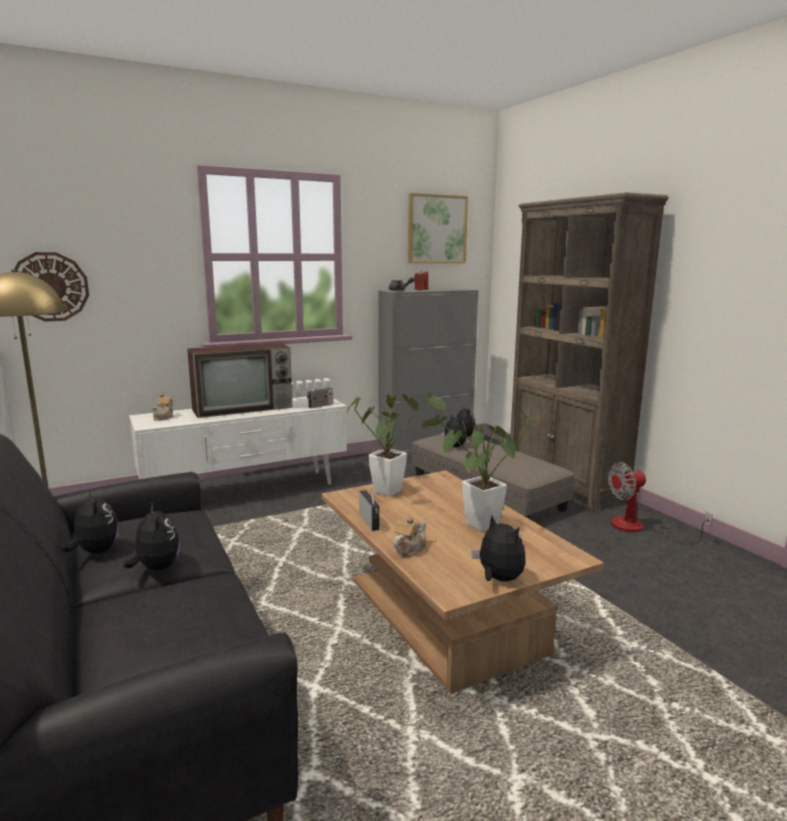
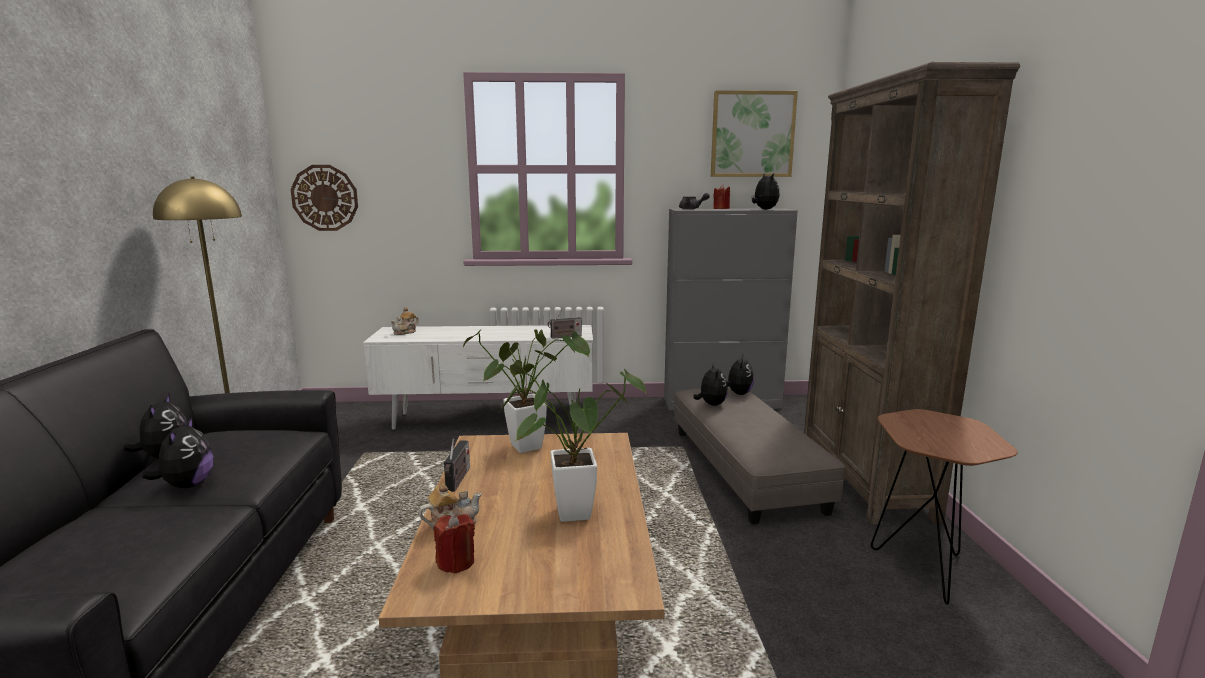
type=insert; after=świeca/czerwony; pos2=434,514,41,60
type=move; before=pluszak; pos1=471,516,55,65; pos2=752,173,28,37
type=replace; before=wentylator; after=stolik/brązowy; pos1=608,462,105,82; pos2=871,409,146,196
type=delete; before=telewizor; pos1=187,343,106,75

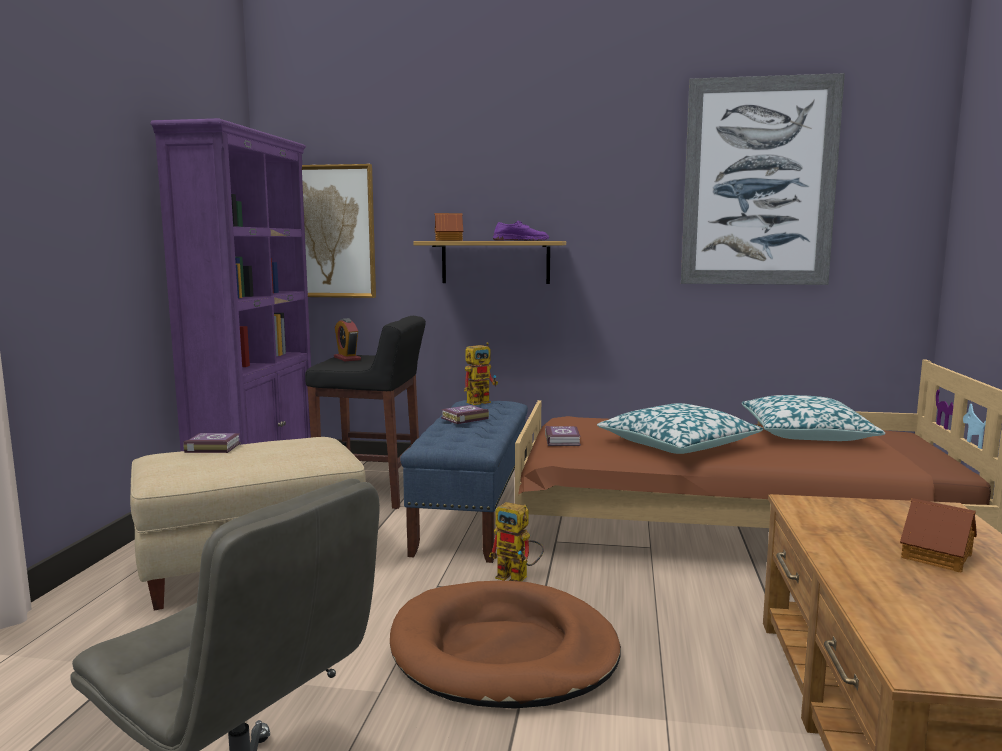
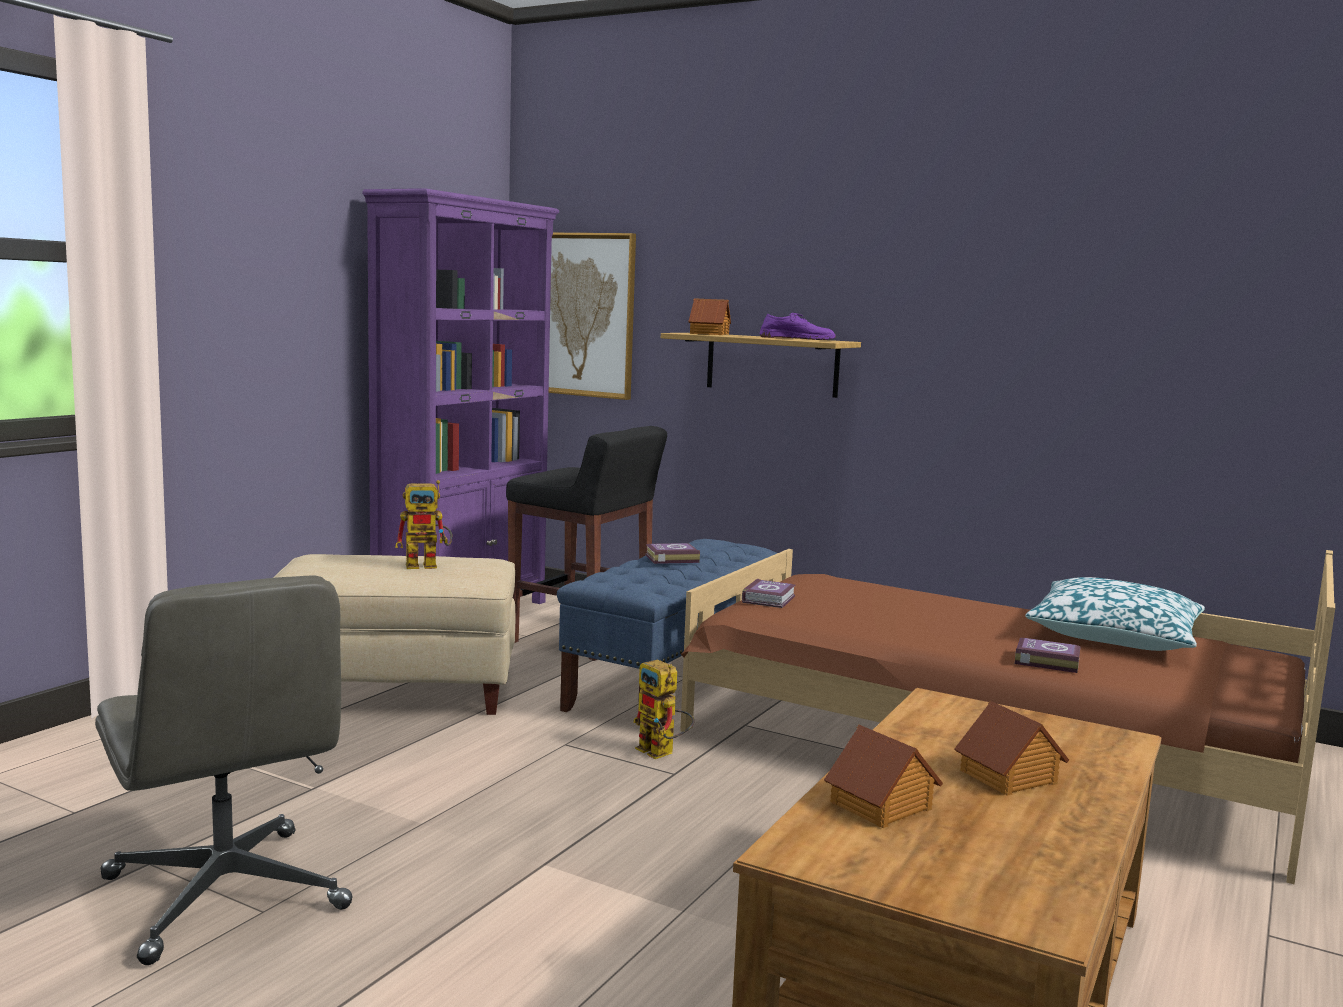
type=move; before=robot zabawkowy; pos1=464,342,34,63; pos2=395,480,57,89
type=insert; after=domek; pos2=824,725,119,103
type=move; before=książka; pos1=183,433,58,20; pos2=1015,638,66,35
type=delete; before=budzik; pos1=334,318,27,43
type=delete; before=legowisko/brązowy; pos1=390,580,231,129
type=delete; before=poduszka; pos1=597,403,166,51
type=delete; before=obraz; pos1=681,73,164,212

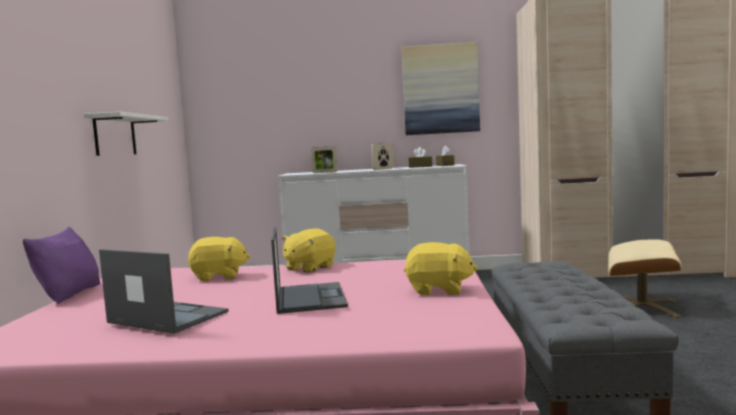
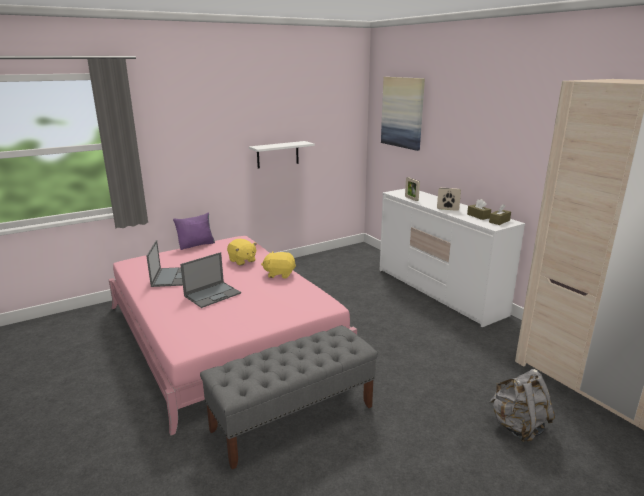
type=move; before=obraz; pos1=401,42,79,93; pos2=381,77,44,74
type=replace; before=pufa/beżowy; after=plecak/szary; pos1=608,240,74,78; pos2=489,369,66,73
type=delete; before=pluszak/żółty; pos1=404,242,74,53

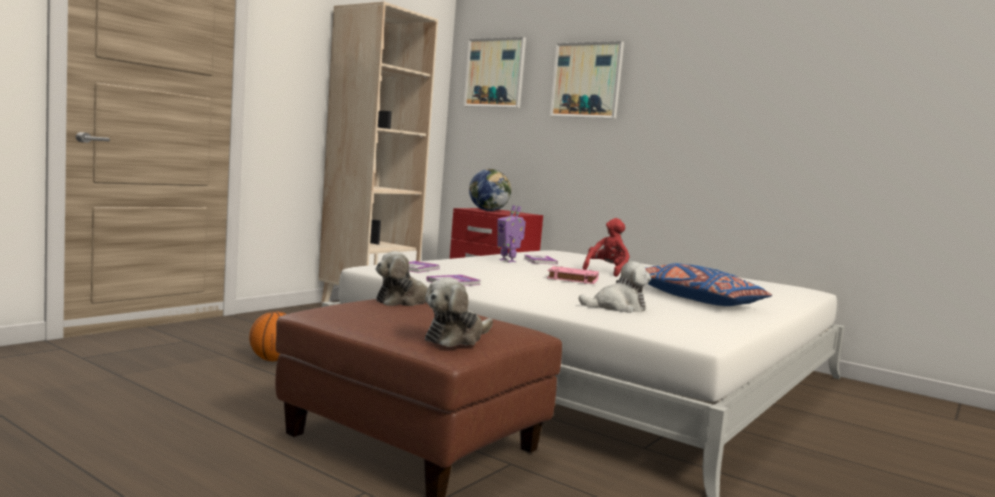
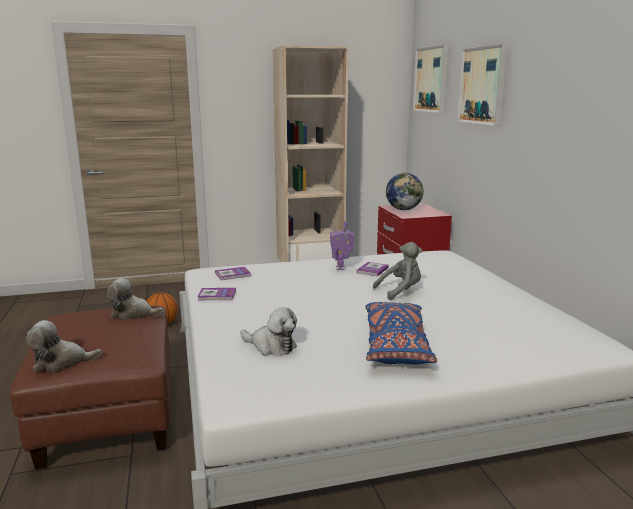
type=recolor; before=pluszak/czerwony; after=pluszak/szary; pos1=582,218,48,59; pos2=373,242,49,58
type=delete; before=książka/różowy; pos1=547,266,52,18

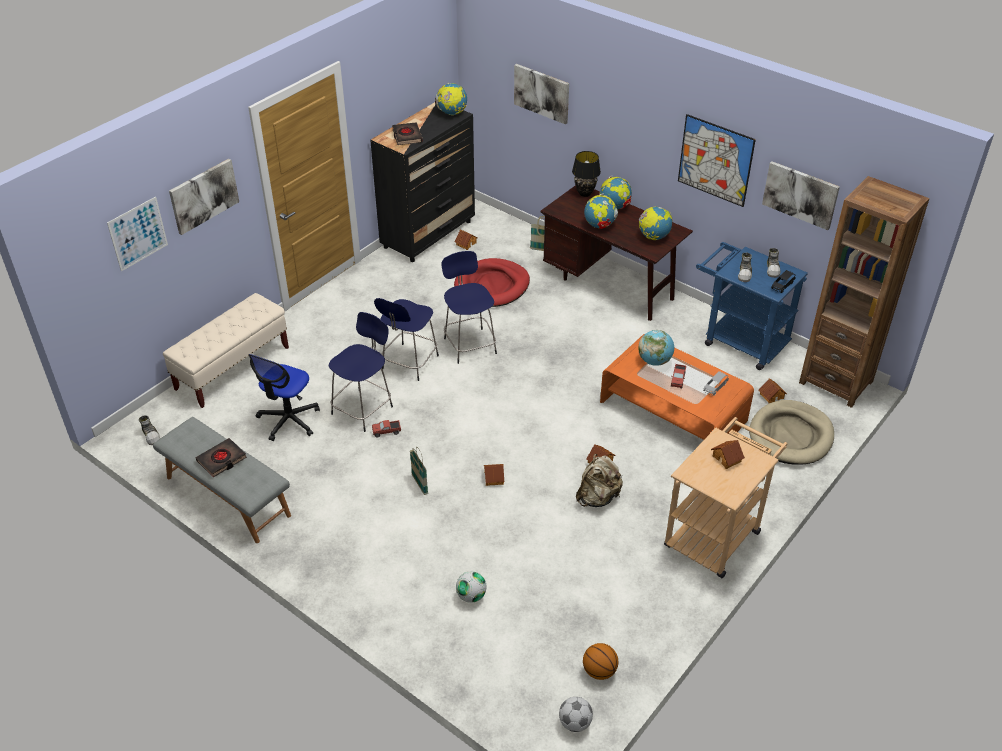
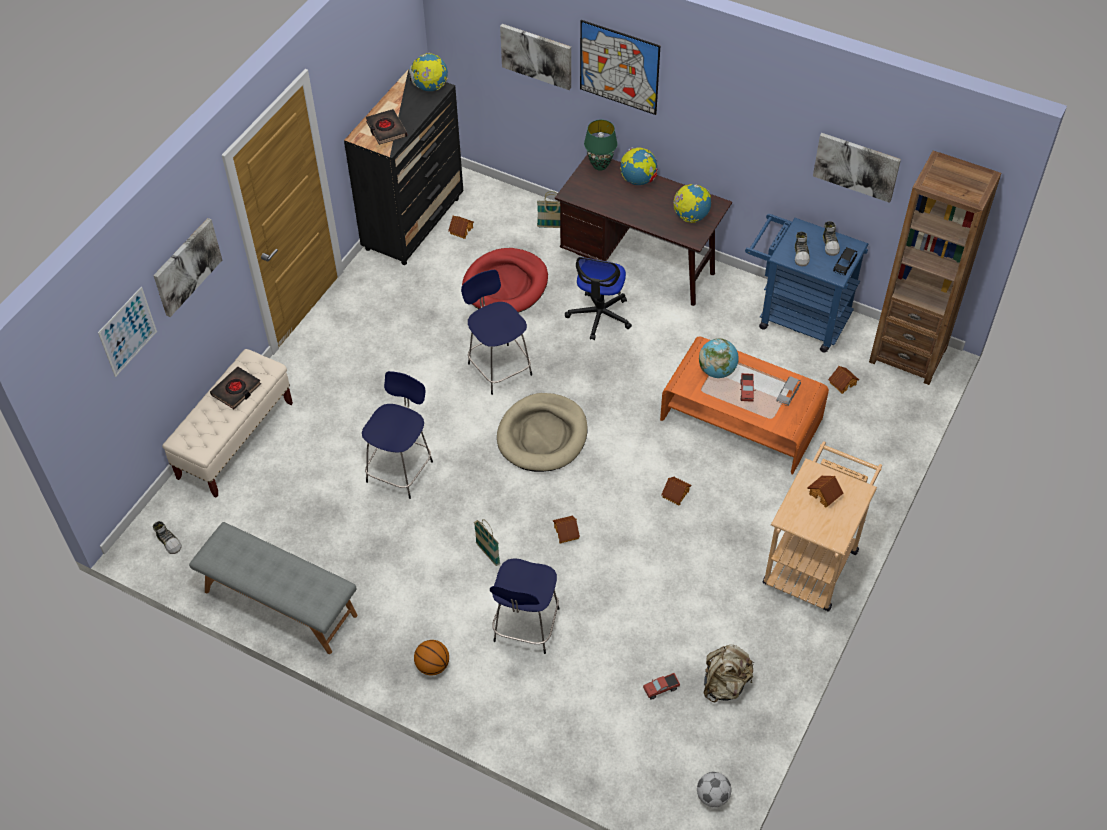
type=move; before=książka/czarny; pos1=195,438,52,39; pos2=210,367,51,42
type=move; before=piłka do koszykówki; pos1=583,643,35,37; pos2=414,640,35,36
type=move; before=stołek/niebieski; pos1=374,298,65,83; pos2=490,558,70,96
type=move; before=legowisko/beżowy; pos1=749,400,85,65; pos2=497,393,91,79
type=move; before=krzesło biurowe; pos1=248,354,72,87; pos2=565,257,67,83
type=move; before=obraz; pos1=678,114,78,93; pos2=580,20,81,95
type=recolor; before=lampa stołowa/czarny; after=lampa stołowa/zielony; pos1=572,151,29,46; pos2=584,120,33,51
type=move; before=ciężarówka zabawkowa; pos1=372,420,29,18; pos2=643,673,37,27
type=move; before=plecak/beżowy; pos1=576,454,47,53; pos2=704,644,50,58
type=delete; before=piłka futbolowa; pos1=456,571,30,32
type=delete; before=globus; pos1=584,193,34,36

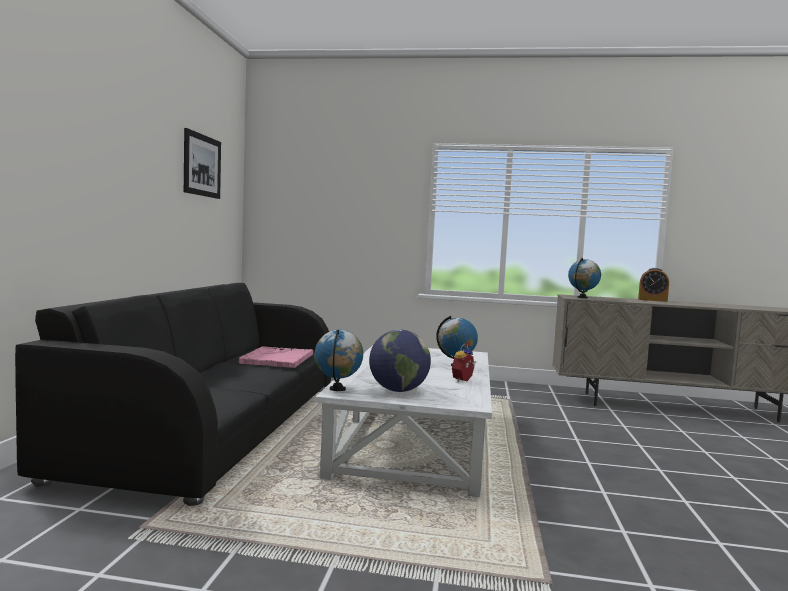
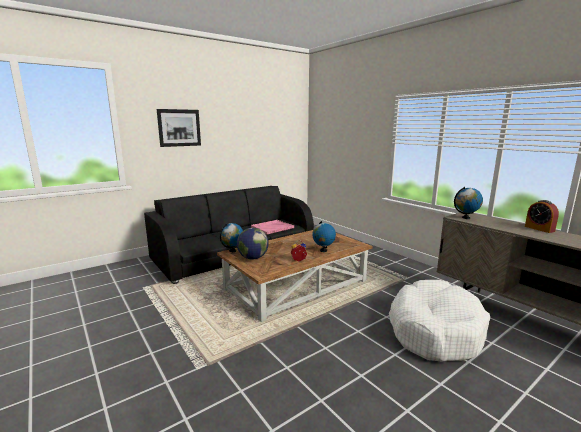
type=move; before=obraz; pos1=184,128,37,71; pos2=157,109,44,38
type=recolor; before=ława/biały; after=ława/brązowy; pos1=315,344,177,153; pos2=217,230,156,92
type=insert; after=legowisko/biały; pos2=389,280,101,82

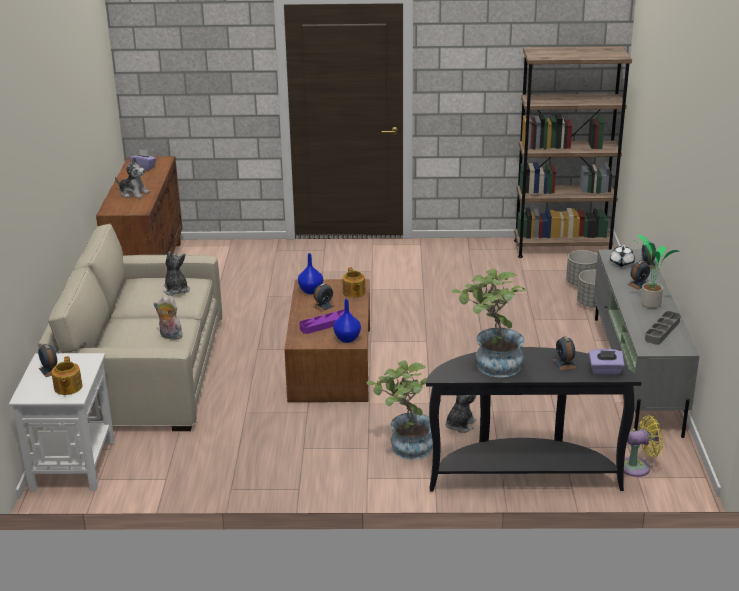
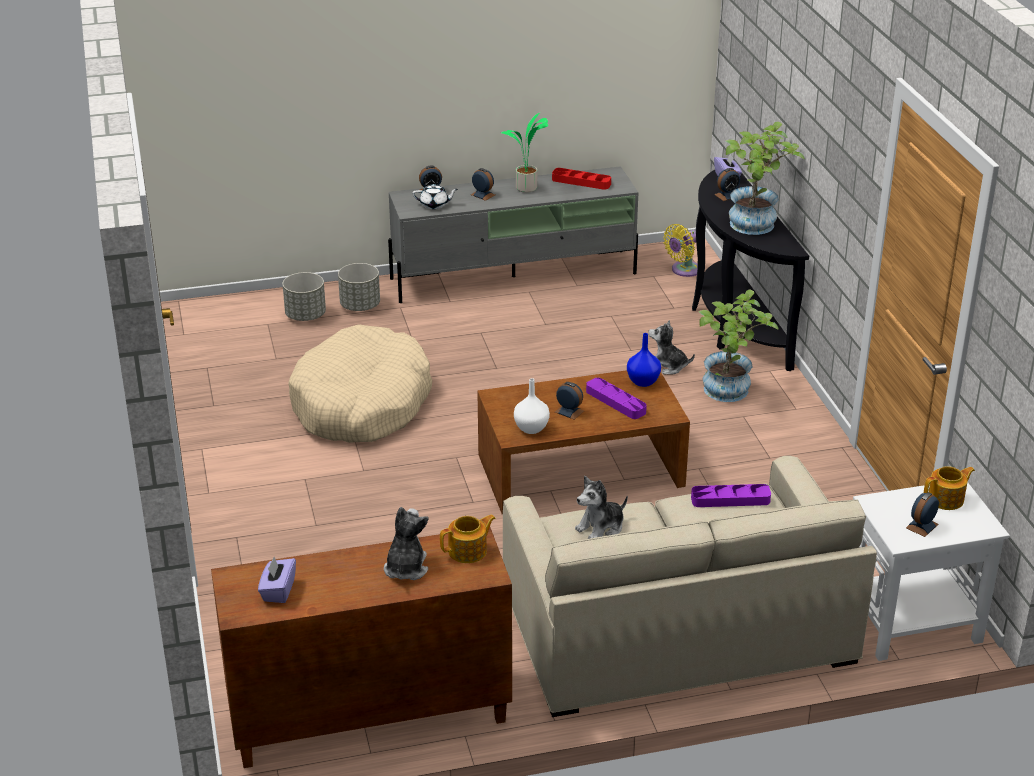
type=insert; after=legowisko/beżowy; pos2=288,324,144,119
type=move; before=imbryk; pos1=342,267,24,31; pos2=440,514,56,49
type=recolor; before=wazon/niebieski; after=wazon/biały; pos1=298,253,25,41; pos2=514,378,36,56
type=recolor; before=taca/szary; after=taca/czerwony; pos1=645,311,36,34; pos2=552,168,59,22
type=rotate; before=wentylator/żółty; pos1=624,415,40,62; pos2=663,224,35,53; turn=-105
type=replace; before=pluszak; after=taca/fioletowy; pos1=154,296,29,44; pos2=691,484,80,23
type=delete; before=regał/brązowy; pos1=514,46,118,212

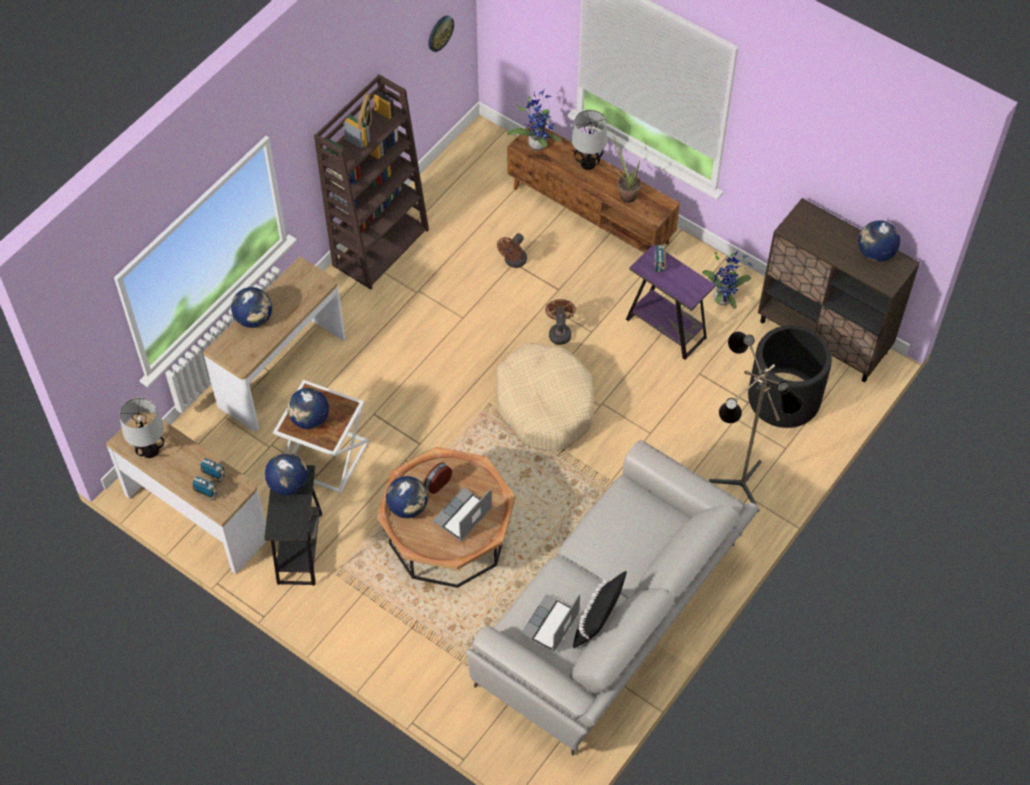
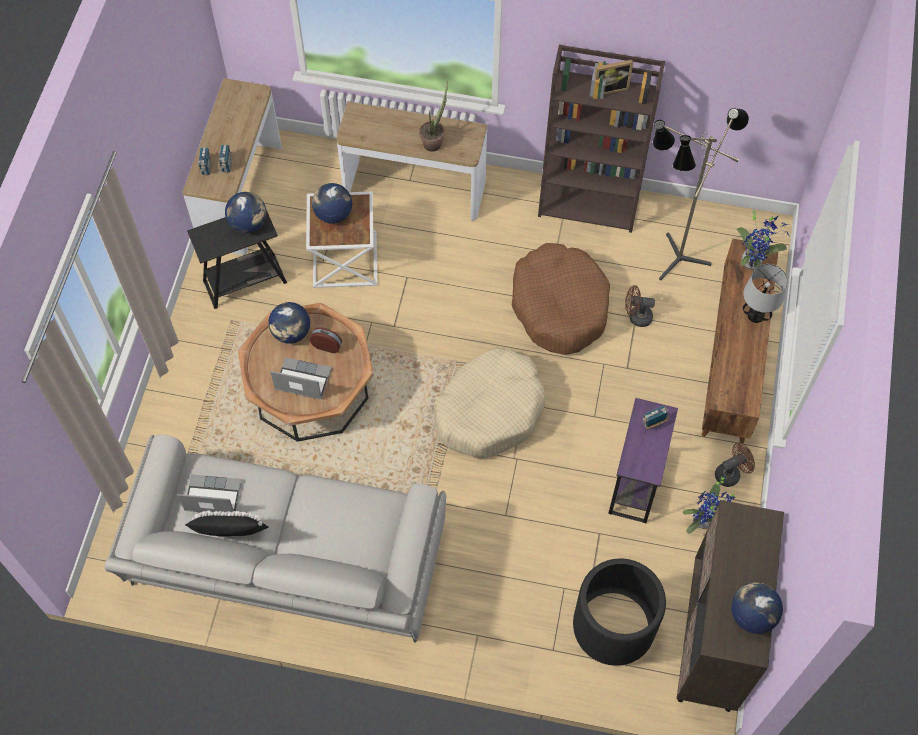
type=move; before=roślina doniczkowa; pos1=613,136,29,67; pos2=419,81,29,71
type=insert; after=legowisko/brązowy; pos2=512,243,98,112
type=move; before=lampa stojąca; pos1=709,331,94,181; pos2=653,108,96,173
type=move; before=wentylator/brązowy; pos1=545,299,31,46; pos2=715,442,40,45
type=delete; before=lampa stołowa; pos1=119,397,45,61
type=delete; before=globus; pos1=231,287,41,41
type=delete; before=zegar ścienny; pos1=428,16,26,36

